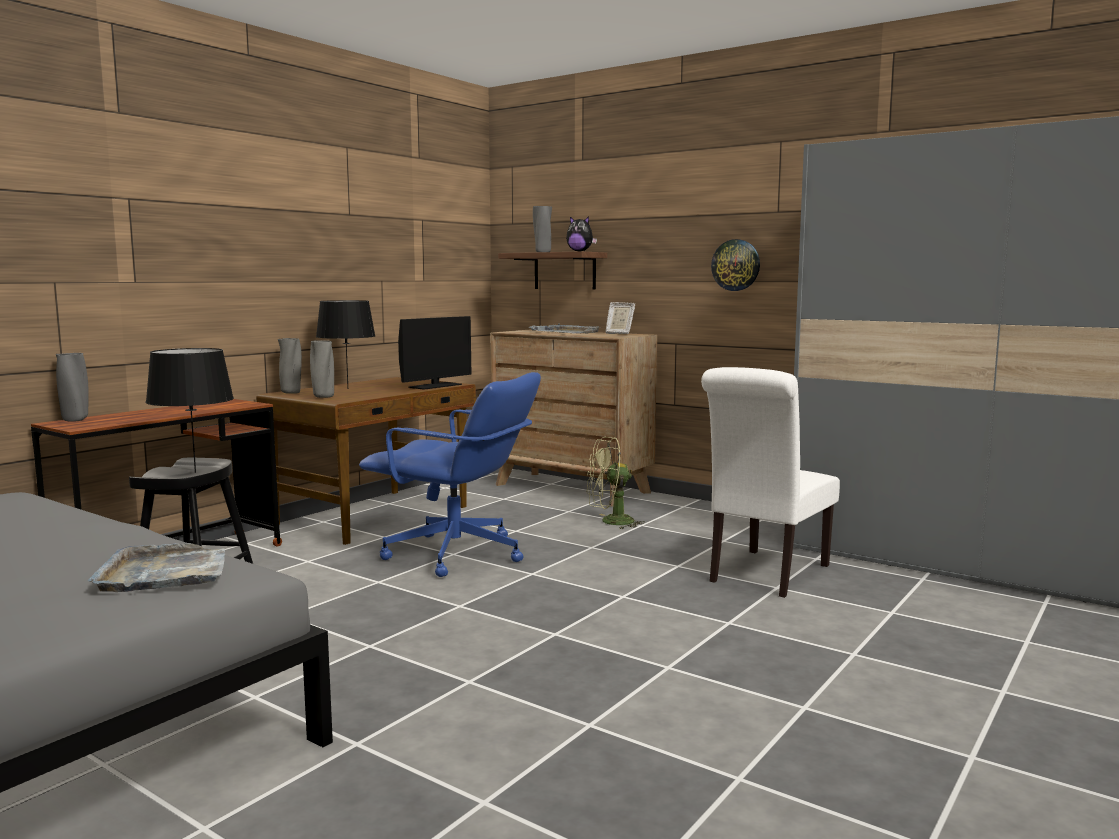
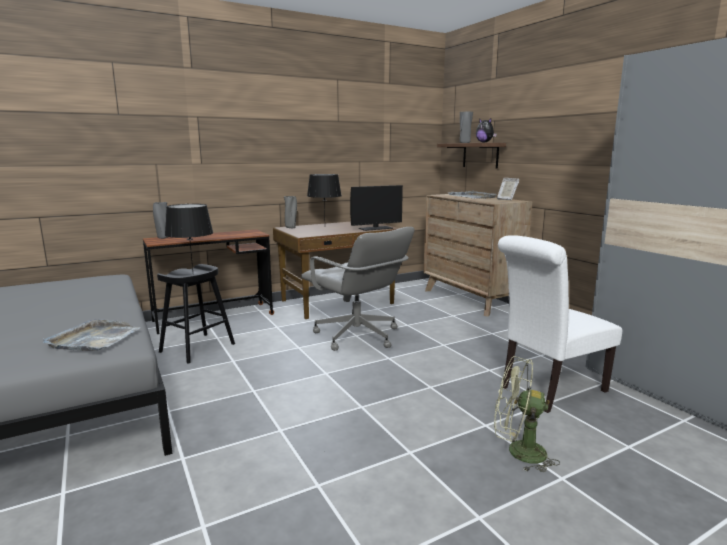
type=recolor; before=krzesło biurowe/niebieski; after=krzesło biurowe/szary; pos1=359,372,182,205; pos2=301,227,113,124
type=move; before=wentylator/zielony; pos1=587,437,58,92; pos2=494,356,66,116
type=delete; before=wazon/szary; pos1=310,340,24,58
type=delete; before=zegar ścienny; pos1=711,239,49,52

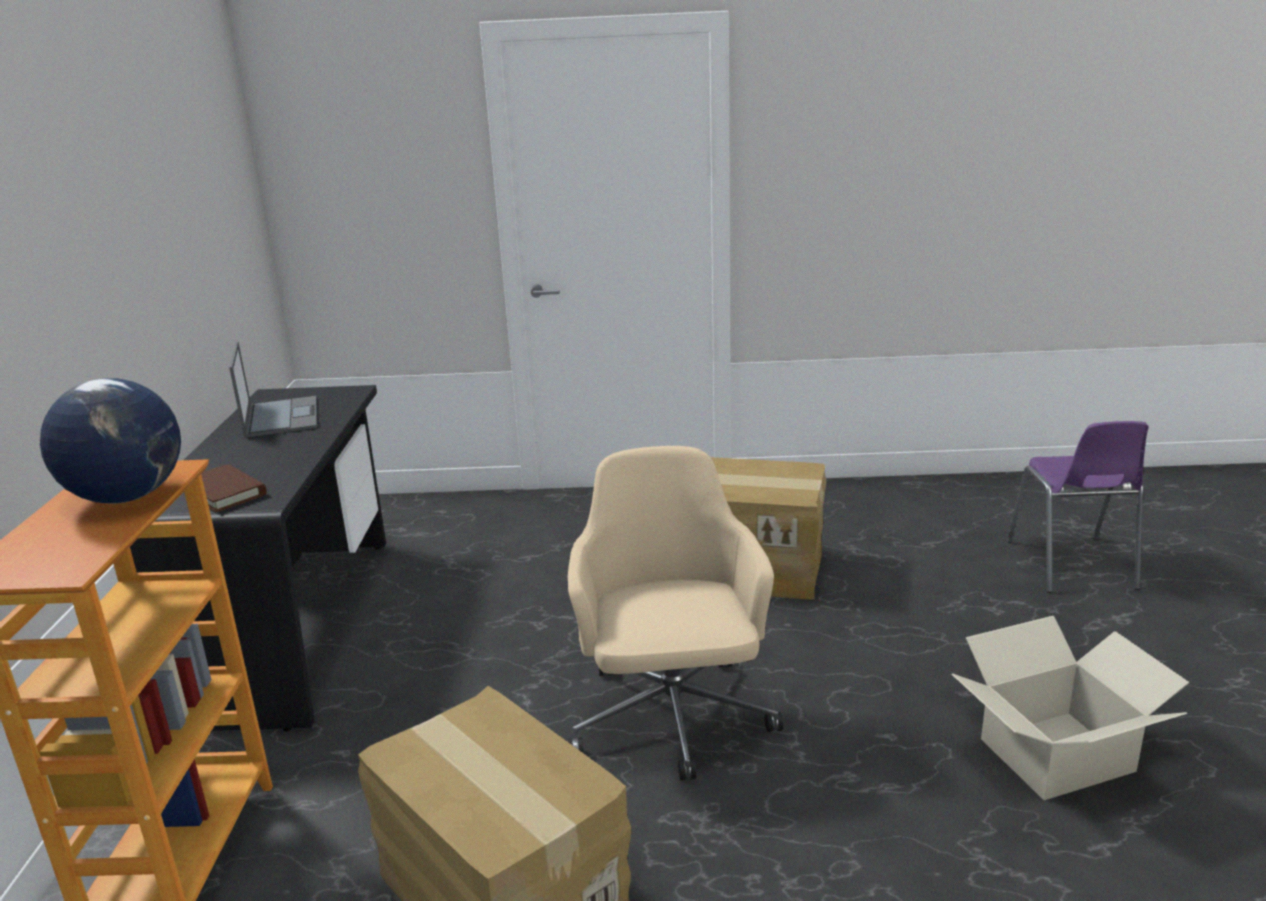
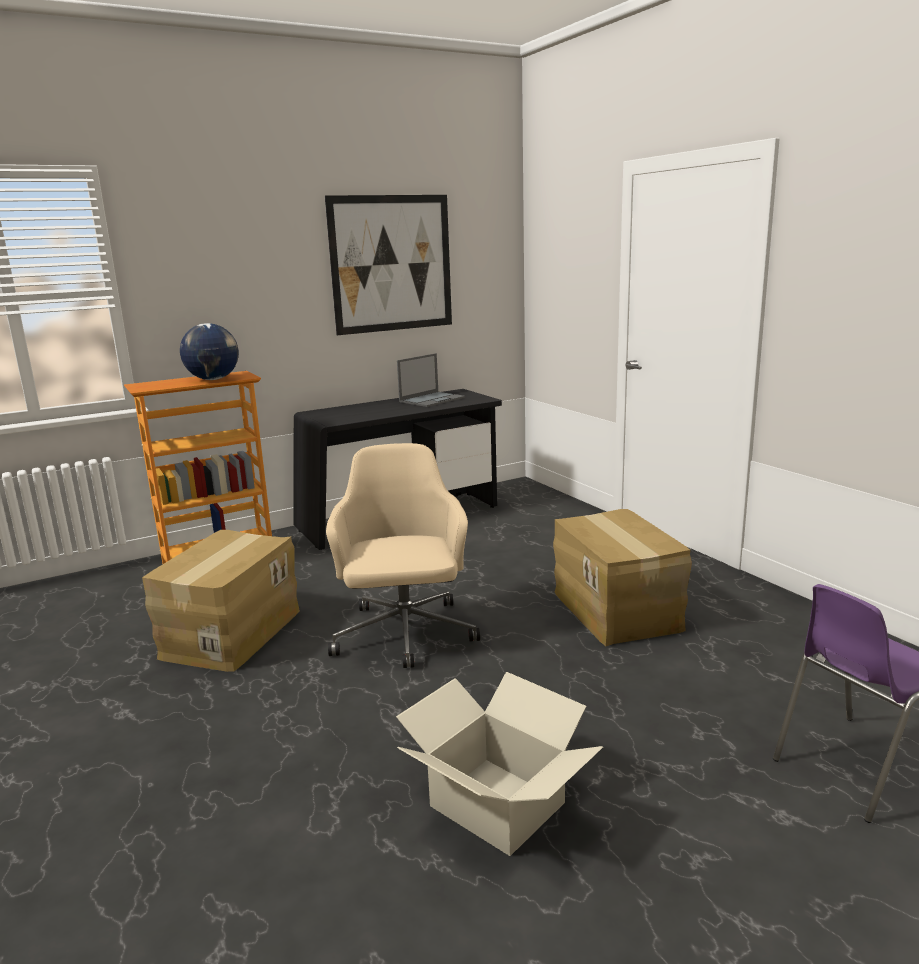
type=insert; after=obraz; pos2=325,195,127,140
type=rotate; before=krzesło biurowe/beżowy; pos1=567,446,216,334; pos2=326,443,154,225; turn=-60
type=delete; before=książka/brązowy; pos1=201,464,66,49

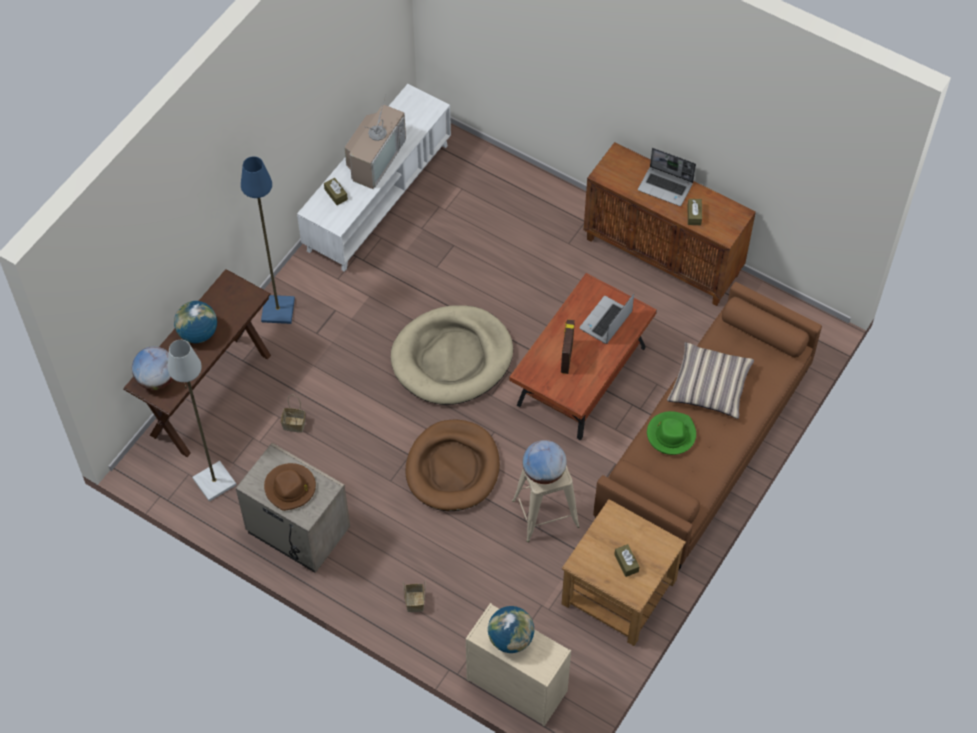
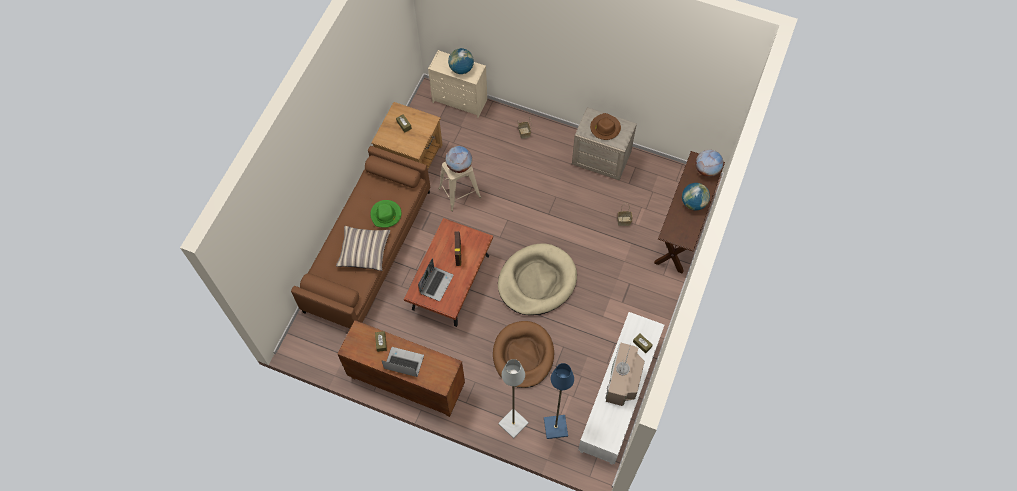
type=move; before=legowisko/brązowy; pos1=405,420,95,91; pos2=493,321,61,67
type=move; before=lampa stojąca/szary; pos1=168,340,68,162; pos2=498,359,31,80
type=move; before=lampa stojąca/niebieski; pos1=241,156,54,168; pos2=544,363,30,76

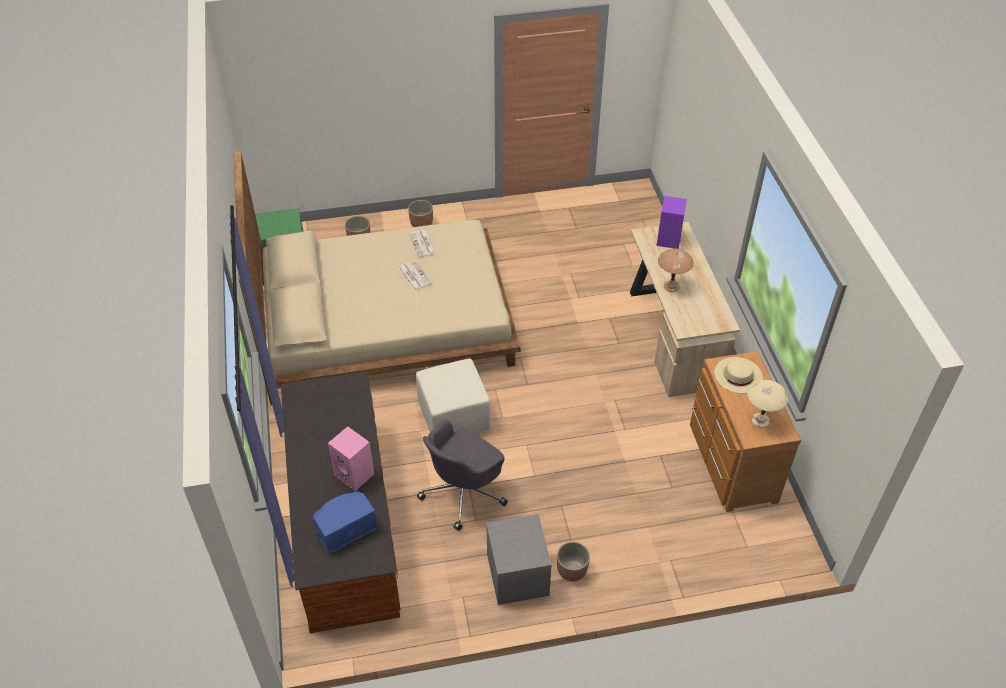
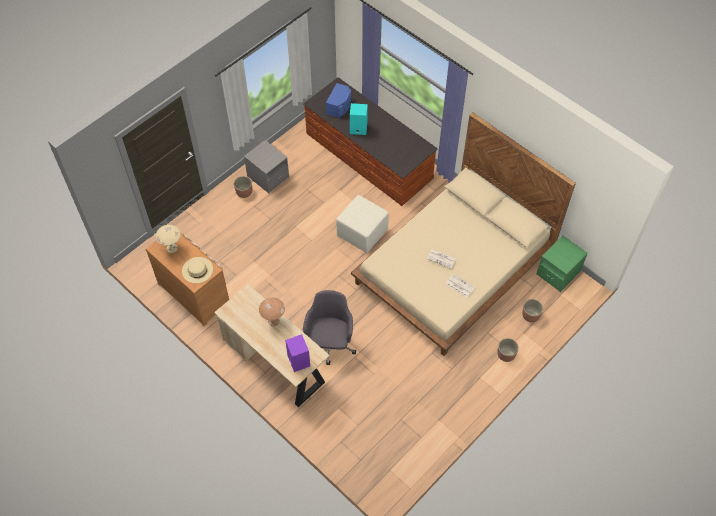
type=move; before=krzesło biurowe/szary; pos1=417,419,91,112; pos2=303,290,53,75
type=recolor; before=głośnik/różowy; after=głośnik/turkusowy; pos1=328,426,46,65; pos2=350,103,18,32

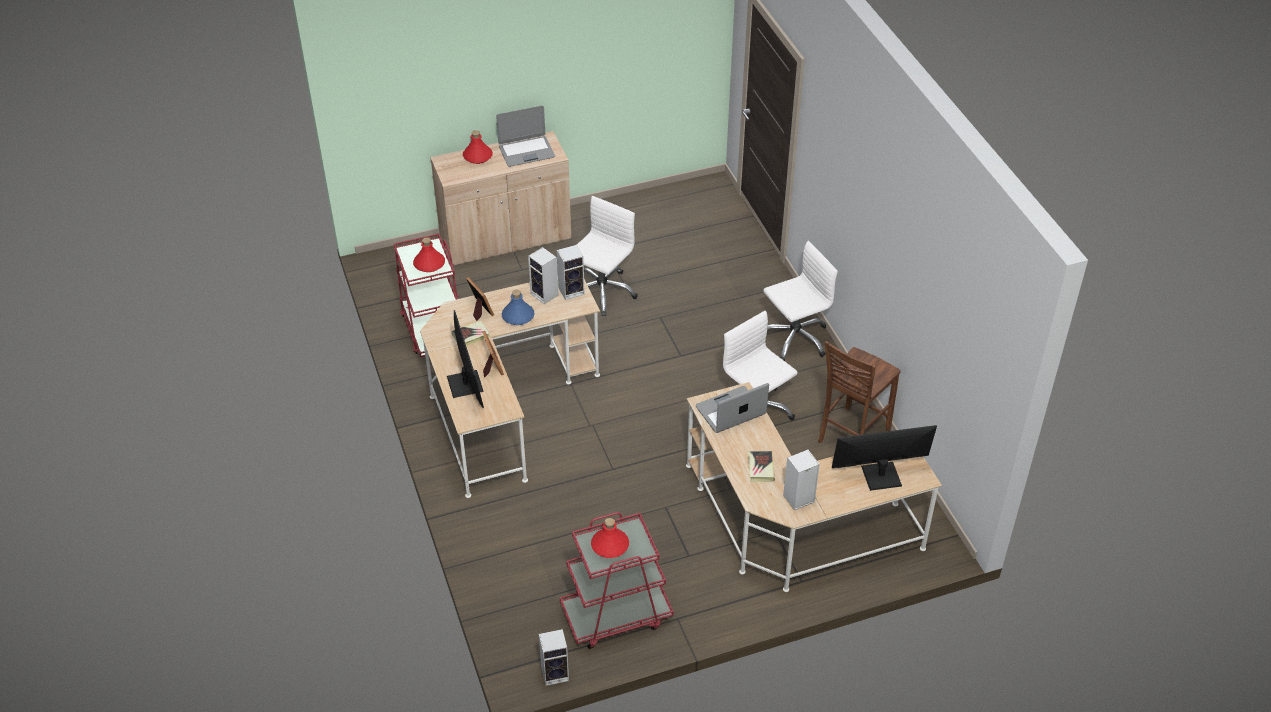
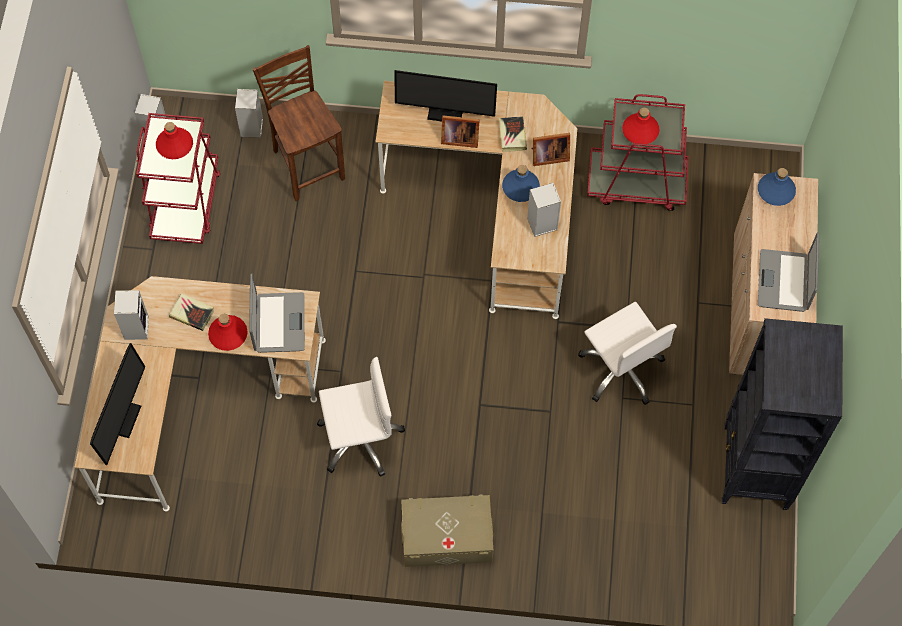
type=move; before=butelka/czerwony; pos1=463,130,30,34; pos2=208,314,40,37
type=move; before=głośnik; pos1=557,245,28,55; pos2=235,89,28,49
type=move; before=krzesło/brązowy; pos1=818,341,83,102; pos2=253,45,92,156
type=replace; before=krzesło biurowe/biały; after=pojemnik do przechowywania/beżowy; pos1=763,241,75,120; pos2=401,495,92,72
type=insert; after=regał/czarny; pos2=722,318,121,192
type=insert; after=butelka/niebieski; pos2=758,168,38,38

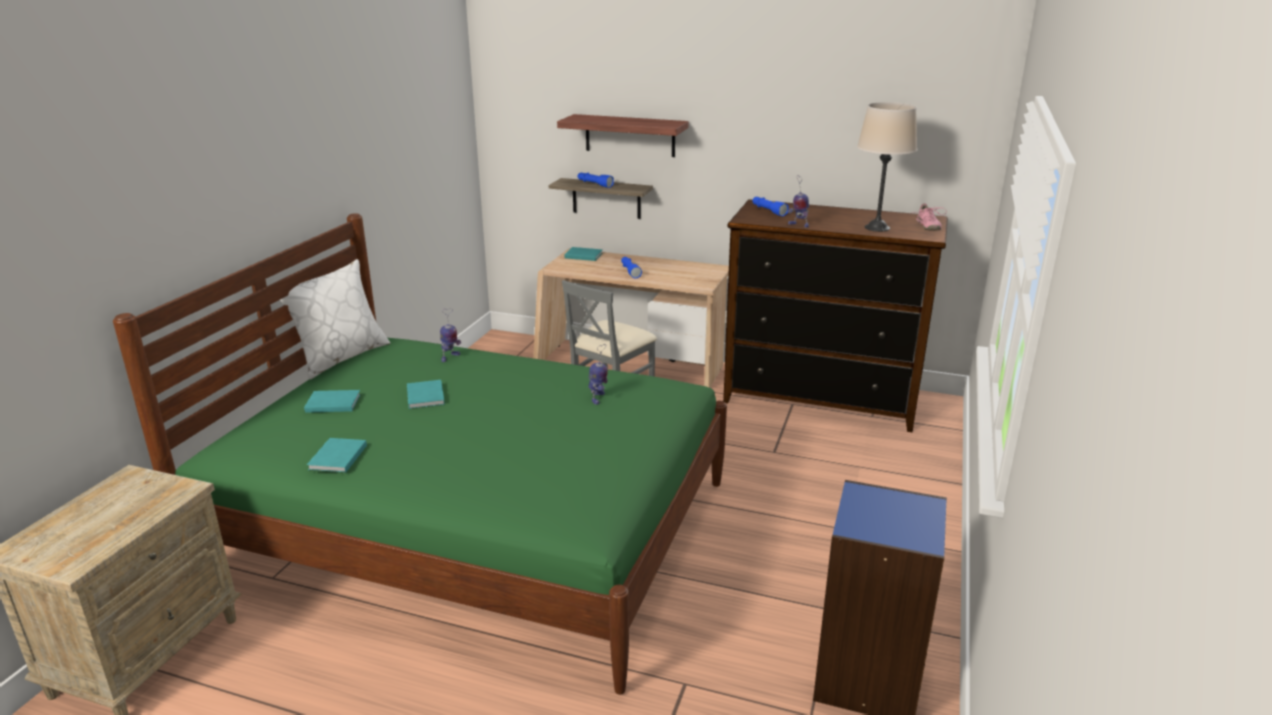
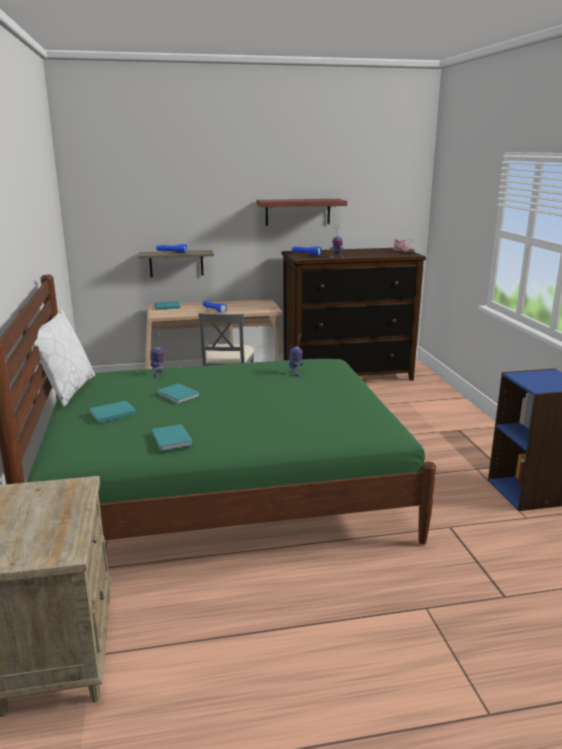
type=move; before=półka; pos1=557,114,132,43; pos2=256,199,91,27
type=delete; before=lampa stołowa/beżowy; pos1=857,102,60,130

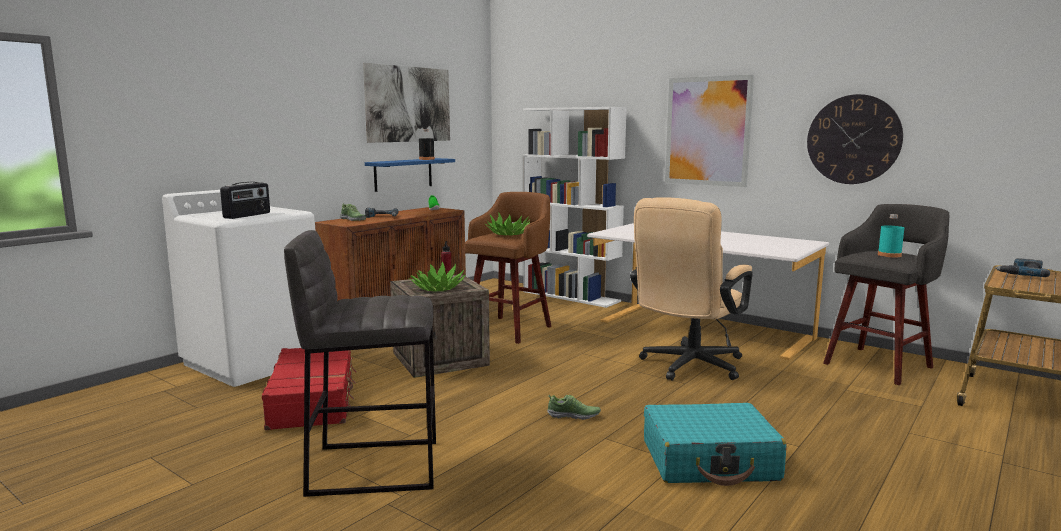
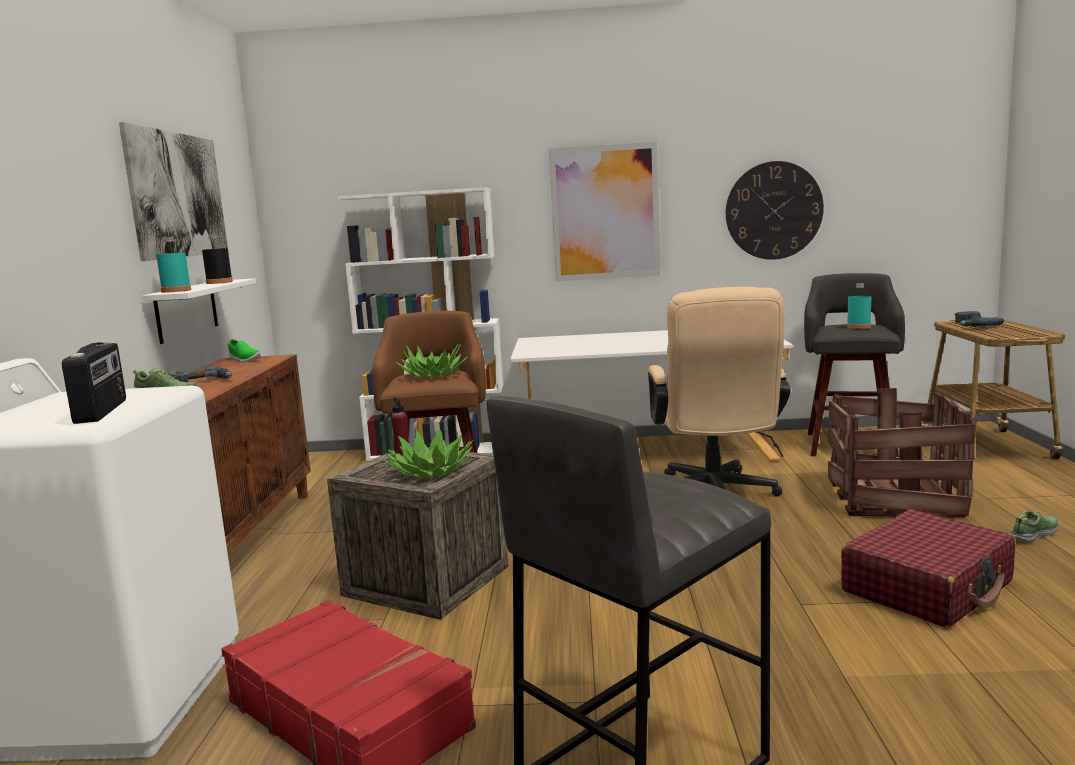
type=recolor; before=półka/niebieski; after=półka/biały; pos1=365,158,90,34; pos2=143,279,113,65
type=insert; after=butelka/turkusowy; pos2=156,237,35,56
type=insert; after=skrzynka; pos2=828,388,148,129
type=recolor; before=walizka/turkusowy; after=walizka/czerwony; pos1=644,403,142,83; pos2=841,509,174,119
type=move; before=but; pos1=547,395,54,25; pos2=1010,511,48,32

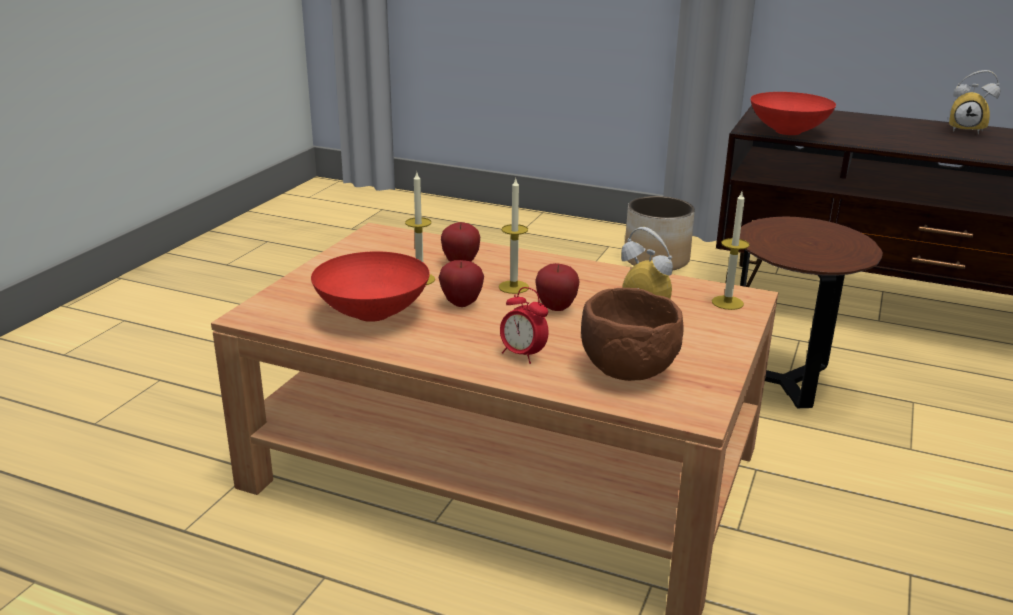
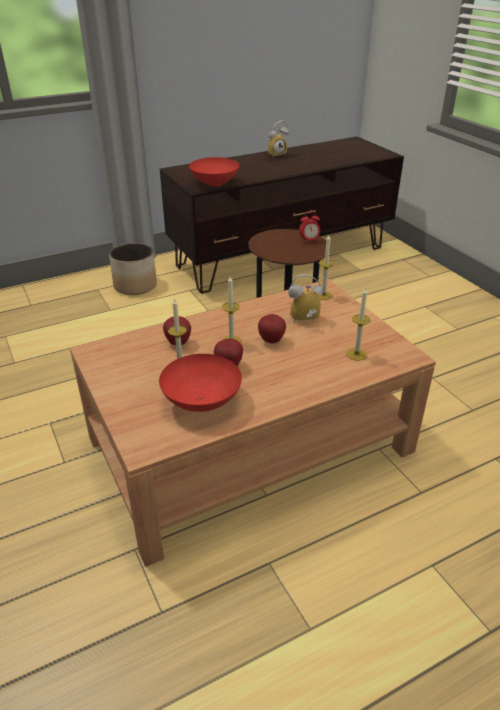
type=move; before=budzik; pos1=500,287,49,77; pos2=299,211,21,32
type=replace; before=miska/brązowy; after=świeca; pos1=581,288,103,93; pos2=347,287,23,74

